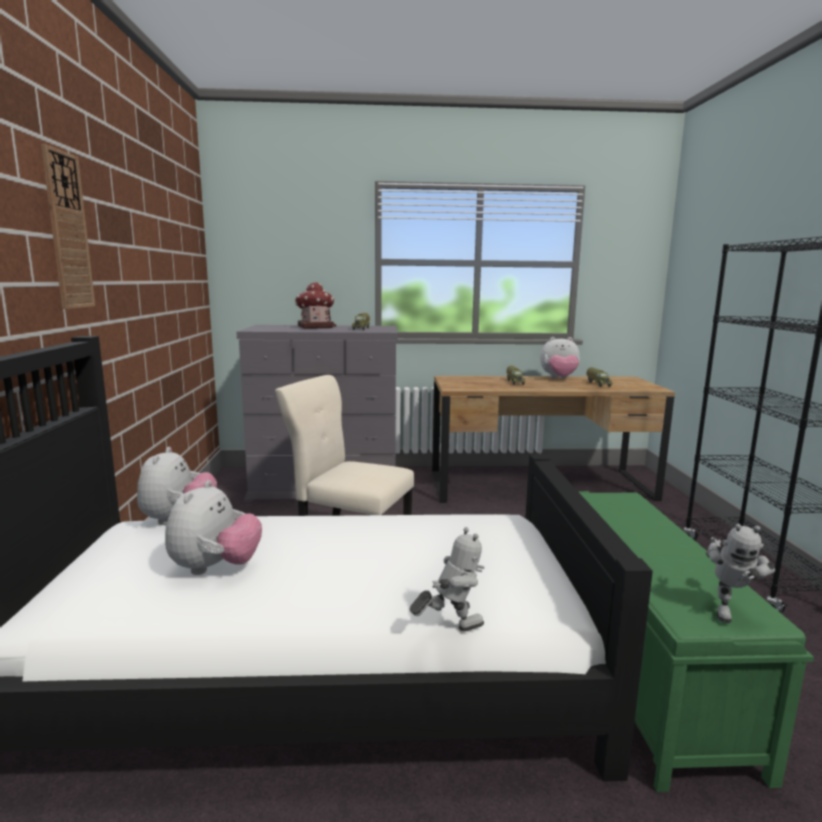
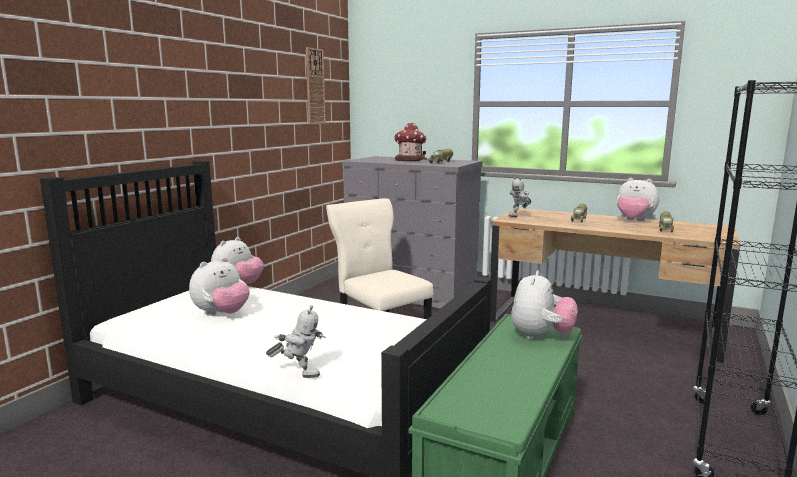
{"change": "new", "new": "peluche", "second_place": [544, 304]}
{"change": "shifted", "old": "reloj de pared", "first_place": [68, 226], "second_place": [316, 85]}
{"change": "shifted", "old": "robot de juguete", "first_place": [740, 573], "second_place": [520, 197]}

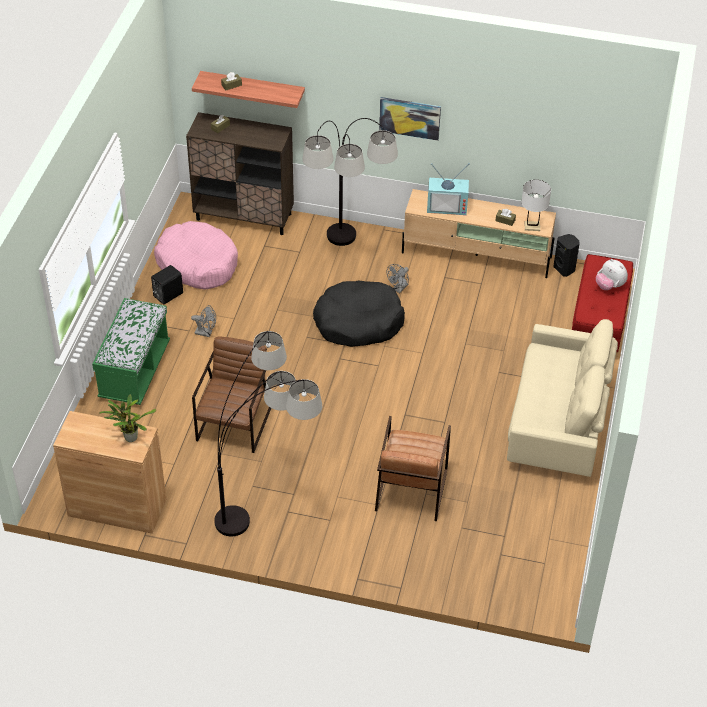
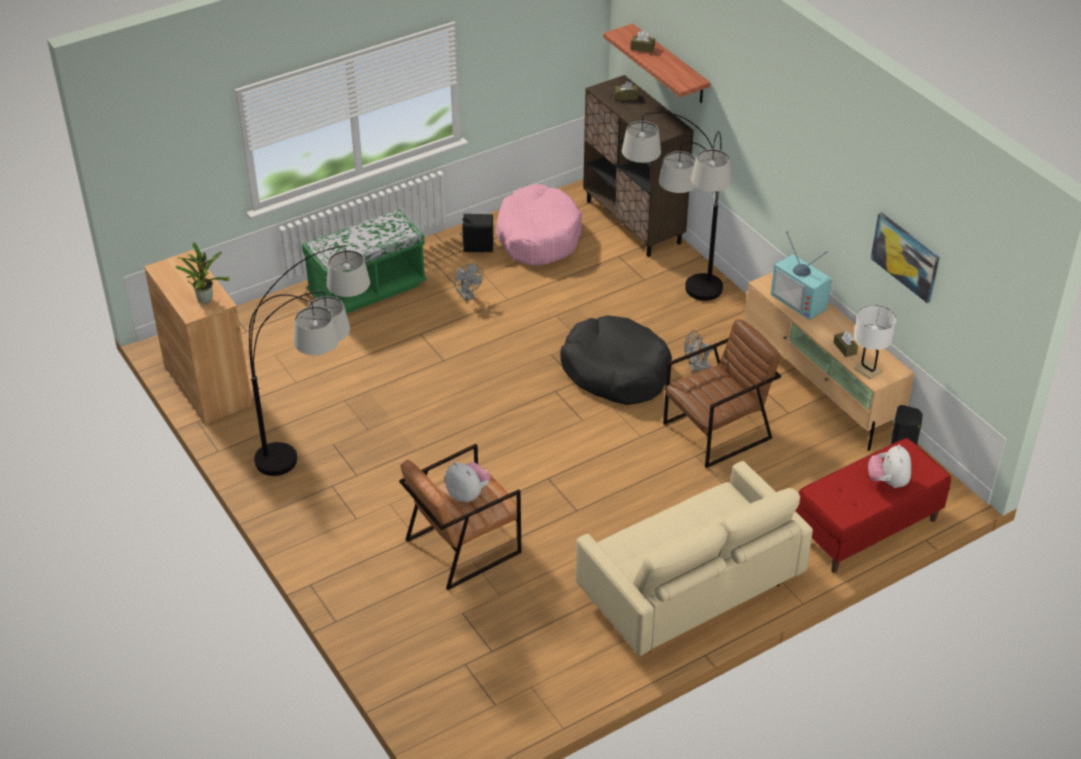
{"change": "new", "new": "peluche", "second_place": [468, 482]}
{"change": "shifted", "old": "sillón (marrón)", "first_place": [231, 395], "second_place": [722, 393]}
{"change": "shifted", "old": "cuadro", "first_place": [410, 119], "second_place": [905, 257]}

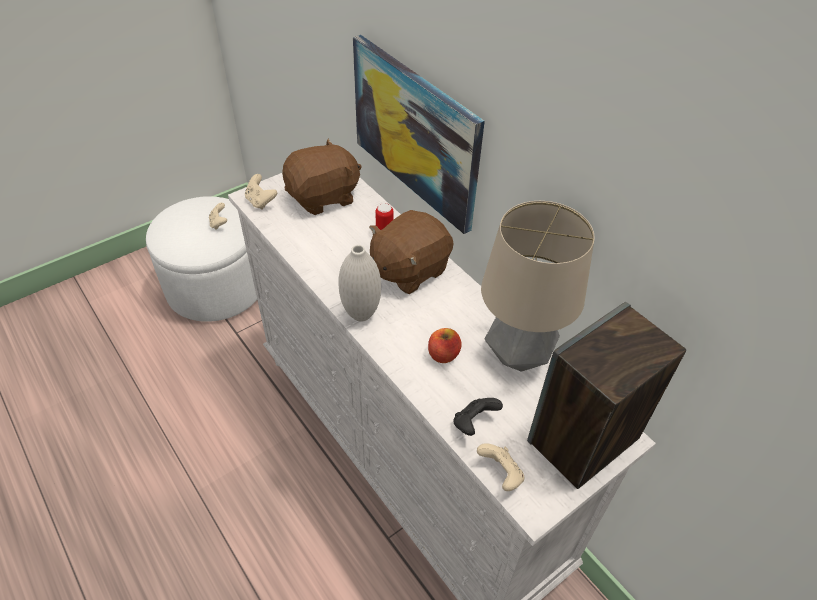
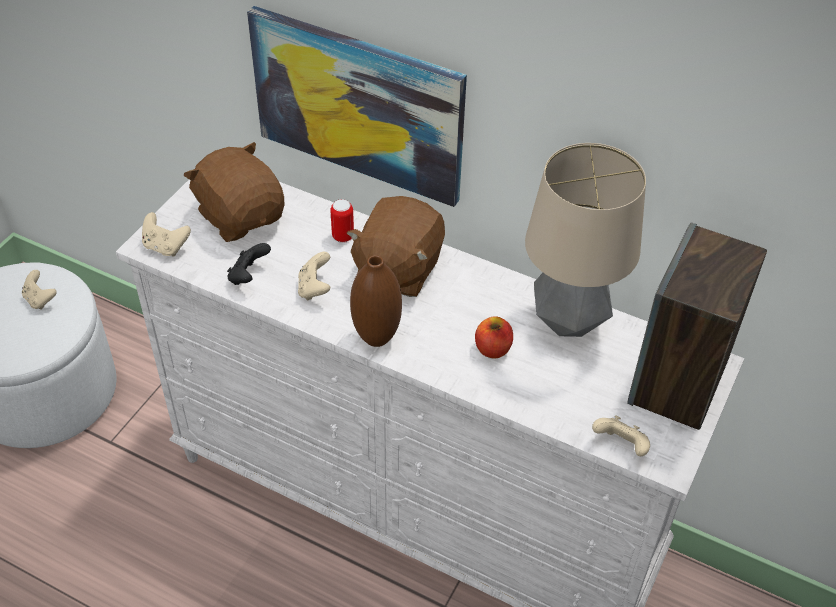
{"change": "new", "new": "mando de consola (beis)", "second_place": [314, 276]}
{"change": "shifted", "old": "mando de consola (negro)", "first_place": [478, 417], "second_place": [249, 264]}
{"change": "repainted", "old": "florero (blanco)", "new": "florero (marrón)", "first_place": [359, 283], "second_place": [376, 301]}
{"change": "rotated", "old": "peluche (marrón)", "first_place": [322, 176], "second_place": [233, 192], "degrees": -75}

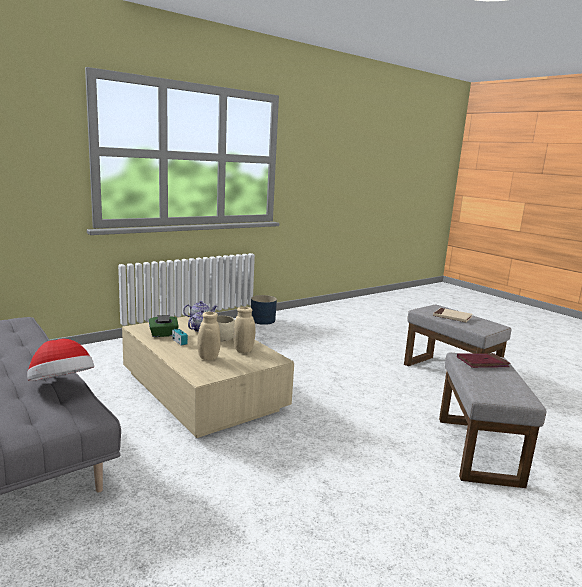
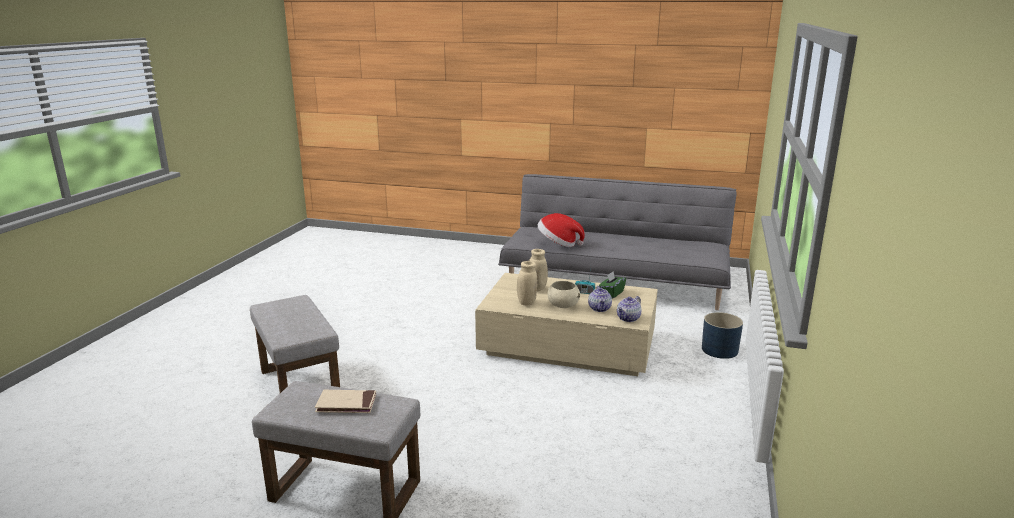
{"change": "gone", "old": "libro (rojo)", "first_place": [484, 360]}
{"change": "shifted", "old": "maceta (azul)", "first_place": [264, 310], "second_place": [722, 335]}

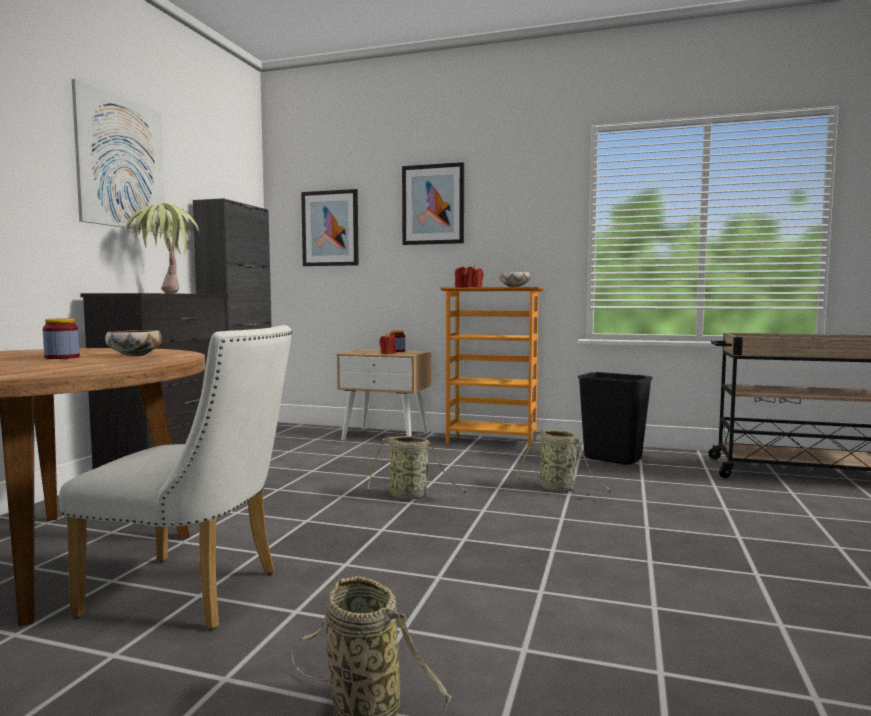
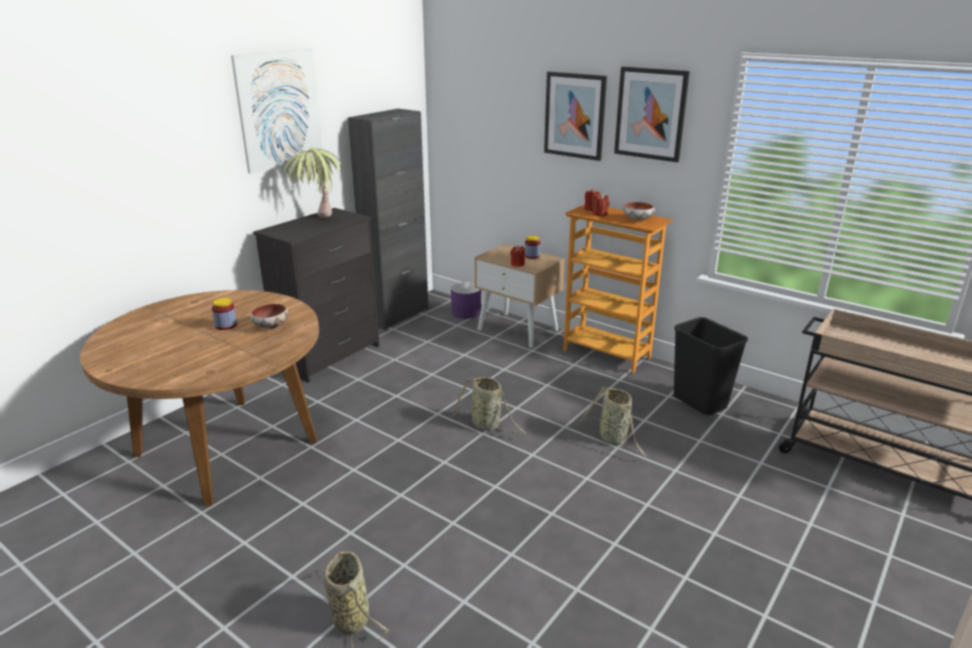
{"change": "gone", "old": "silla (blanco)", "first_place": [175, 477]}
{"change": "new", "new": "maceta (morado)", "second_place": [466, 300]}
{"change": "shifted", "old": "cuadro", "first_place": [330, 227], "second_place": [652, 115]}

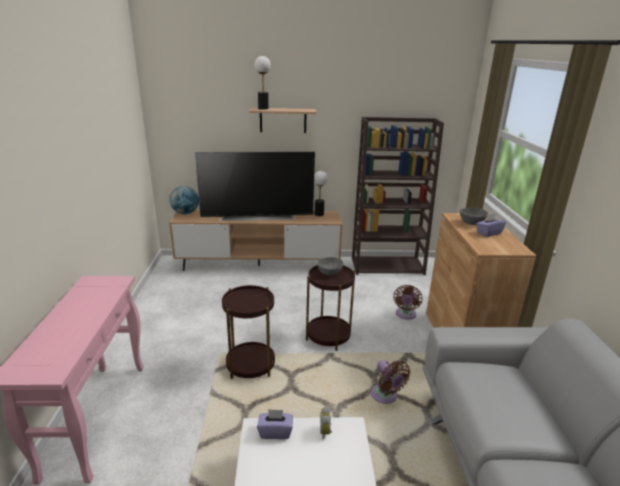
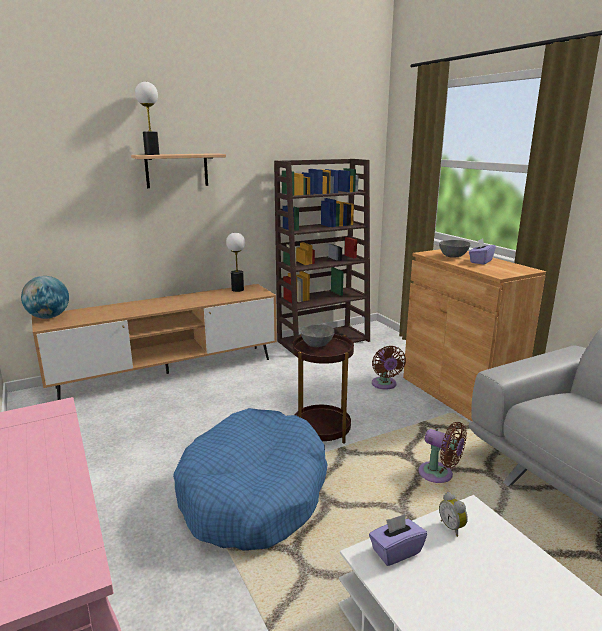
{"change": "gone", "old": "televisor", "first_place": [255, 186]}
{"change": "swapped", "old": "mesa auxiliar (marrón)", "new": "cama para perro (azul)", "first_place": [248, 332], "second_place": [250, 479]}

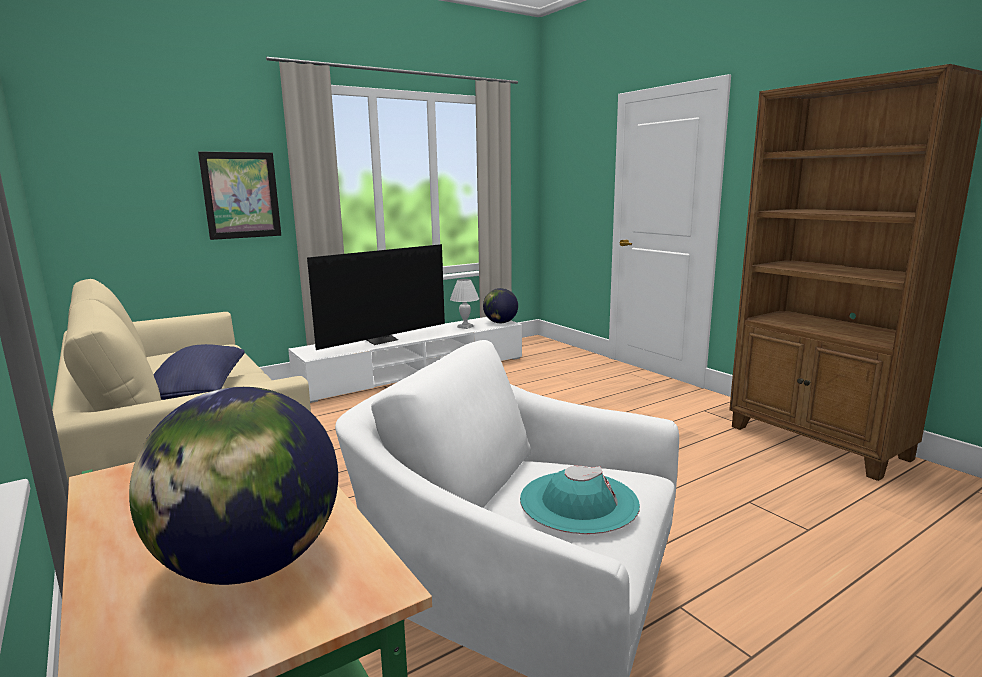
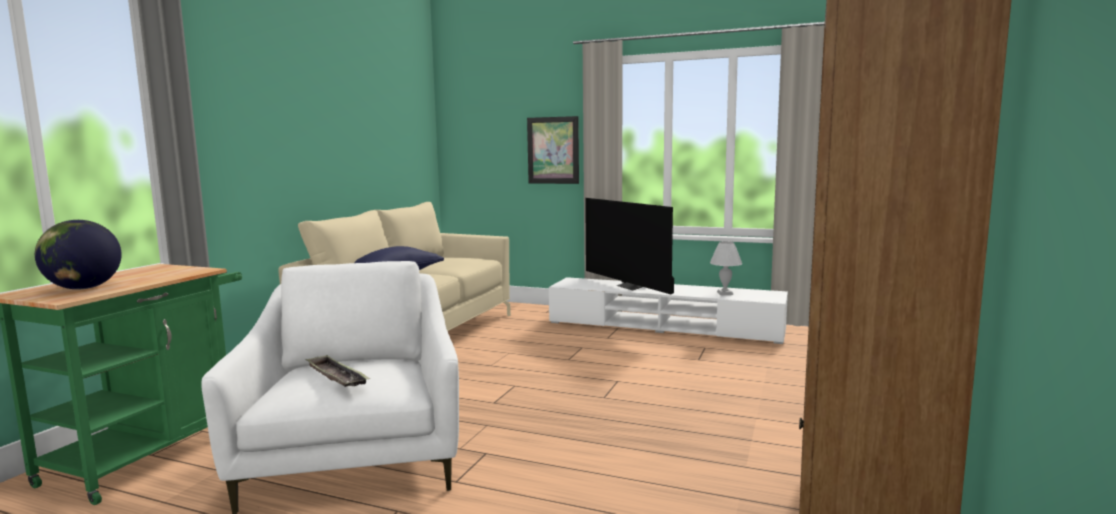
{"change": "gone", "old": "globo terráqueo", "first_place": [500, 305]}
{"change": "swapped", "old": "sombrero (turquesa)", "new": "bandeja", "first_place": [580, 500], "second_place": [337, 371]}
{"change": "rotated", "old": "televisor", "first_place": [376, 297], "second_place": [629, 246], "degrees": 45}

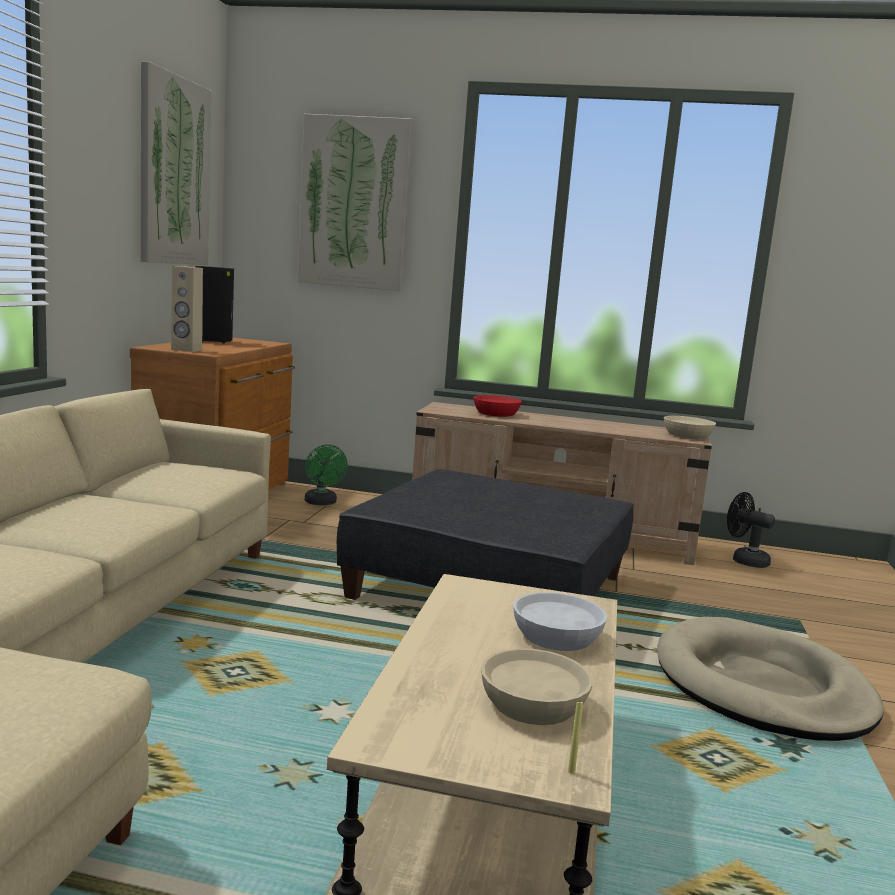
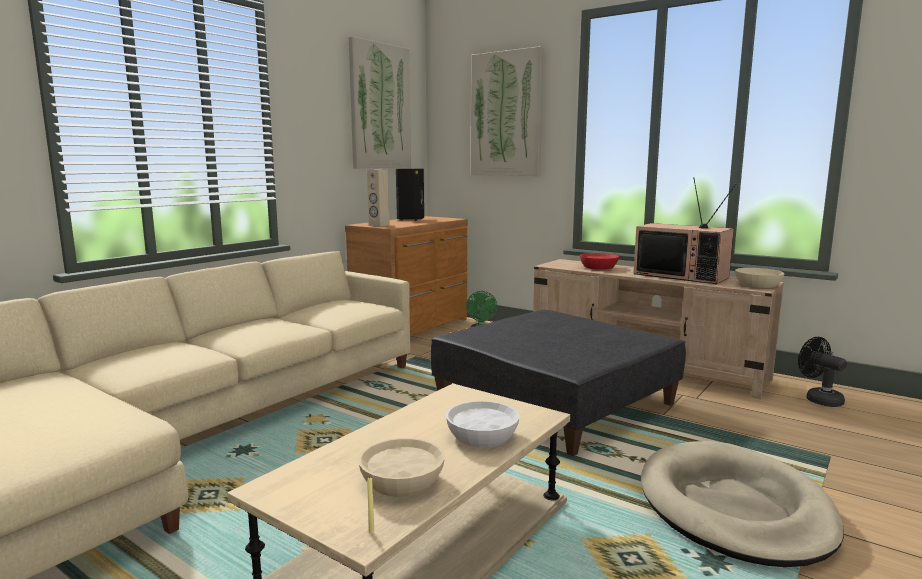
{"change": "new", "new": "televisor", "second_place": [684, 230]}

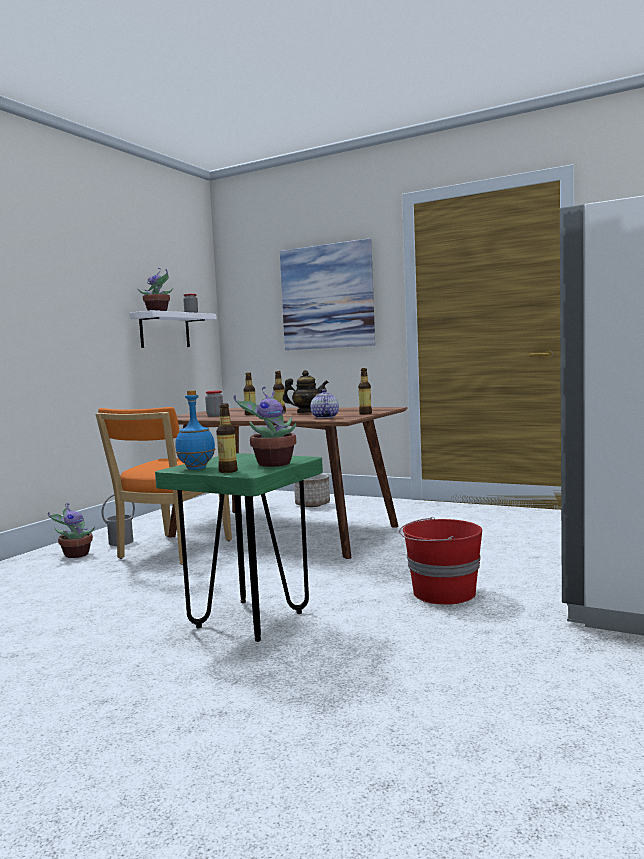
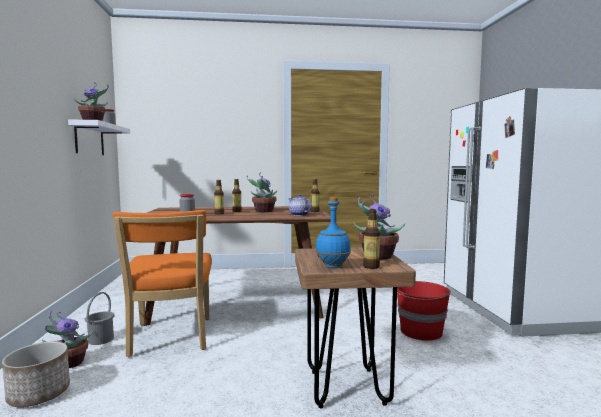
{"change": "gone", "old": "cuadro", "first_place": [327, 294]}
{"change": "shifted", "old": "maceta", "first_place": [312, 490], "second_place": [36, 374]}
{"change": "swapped", "old": "tetera", "new": "planta en maceta", "first_place": [305, 391], "second_place": [262, 192]}
{"change": "repainted", "old": "taburete (verde)", "new": "taburete (marrón)", "first_place": [239, 547], "second_place": [355, 328]}

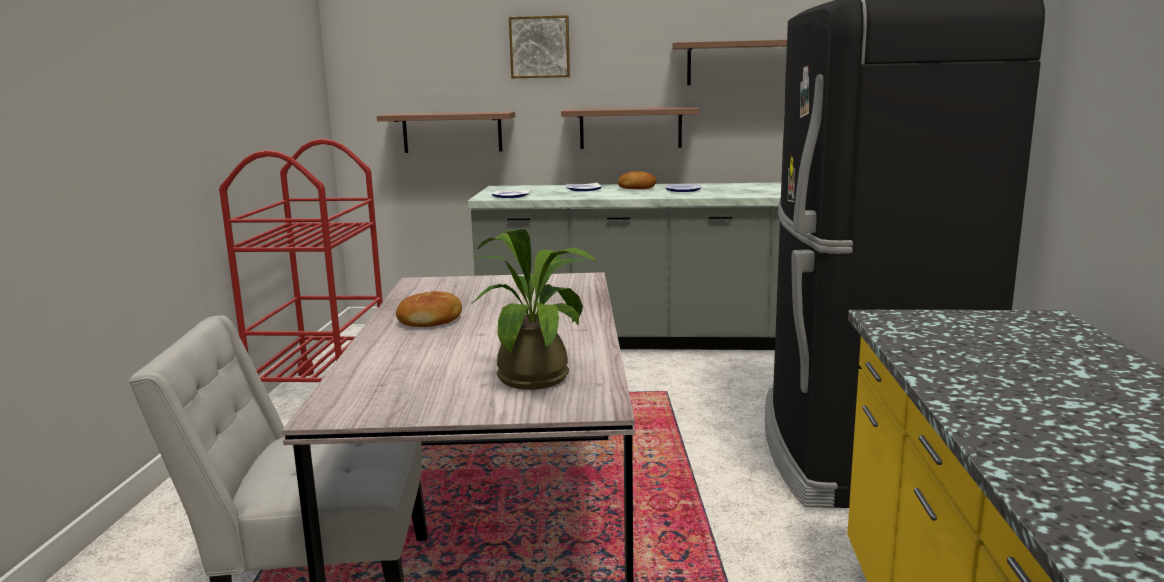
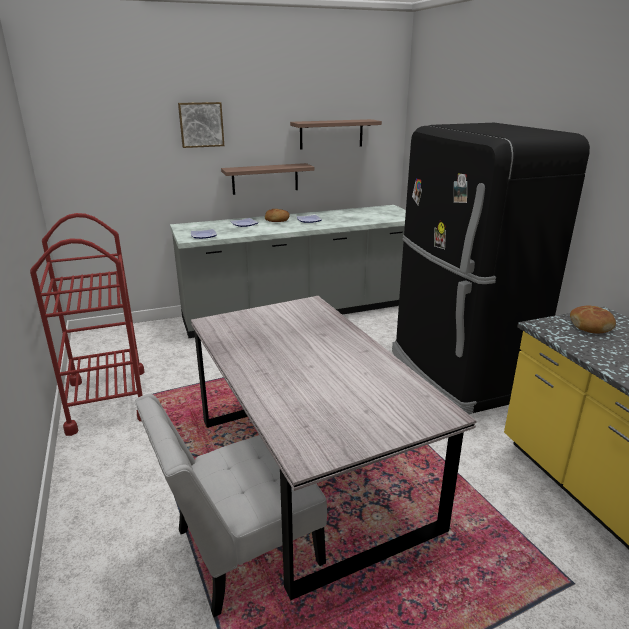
{"change": "gone", "old": "estante", "first_place": [446, 132]}
{"change": "gone", "old": "planta en maceta", "first_place": [533, 309]}
{"change": "shifted", "old": "pan", "first_place": [429, 309], "second_place": [593, 319]}

